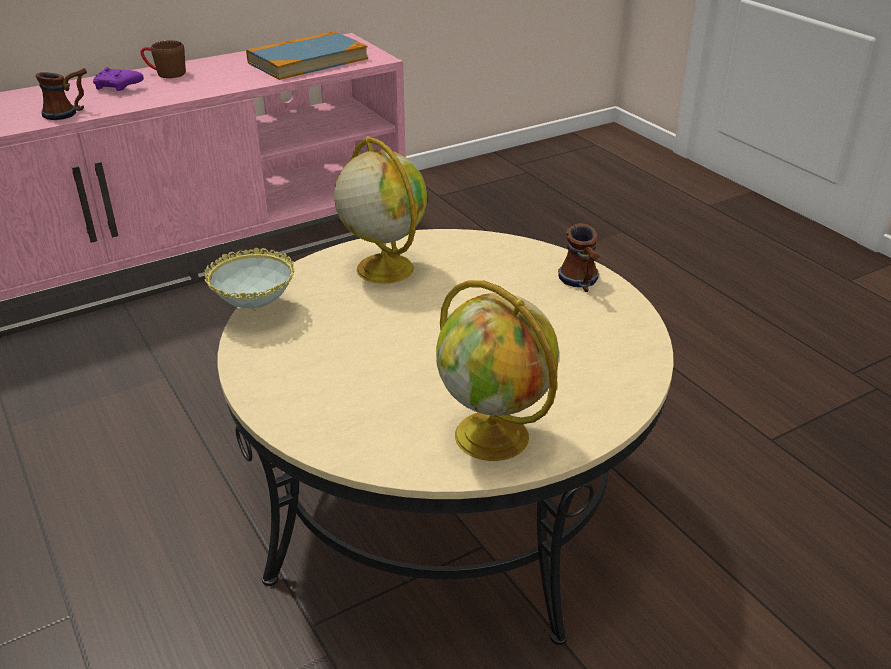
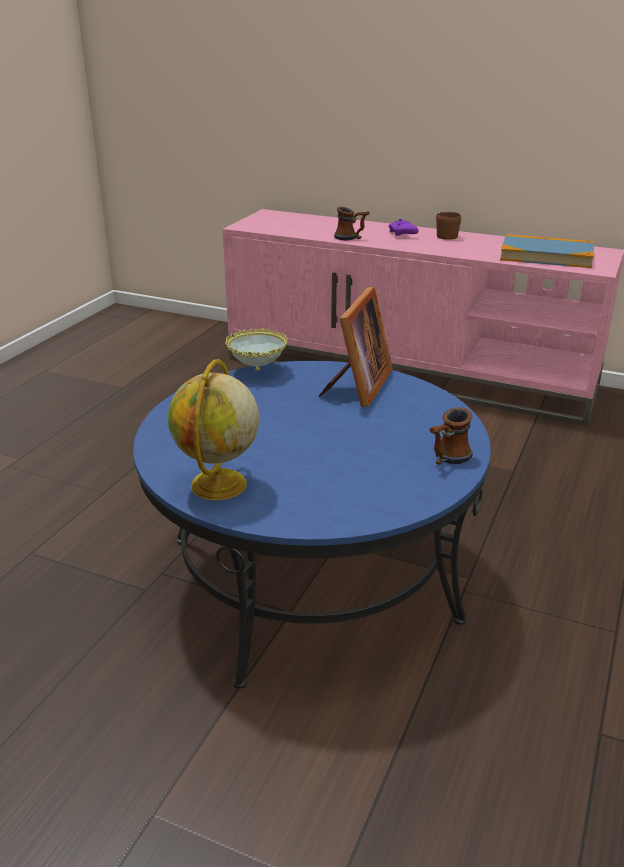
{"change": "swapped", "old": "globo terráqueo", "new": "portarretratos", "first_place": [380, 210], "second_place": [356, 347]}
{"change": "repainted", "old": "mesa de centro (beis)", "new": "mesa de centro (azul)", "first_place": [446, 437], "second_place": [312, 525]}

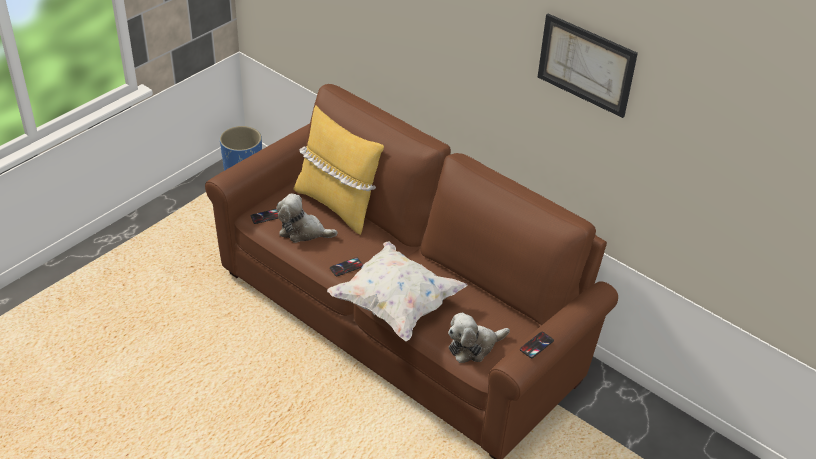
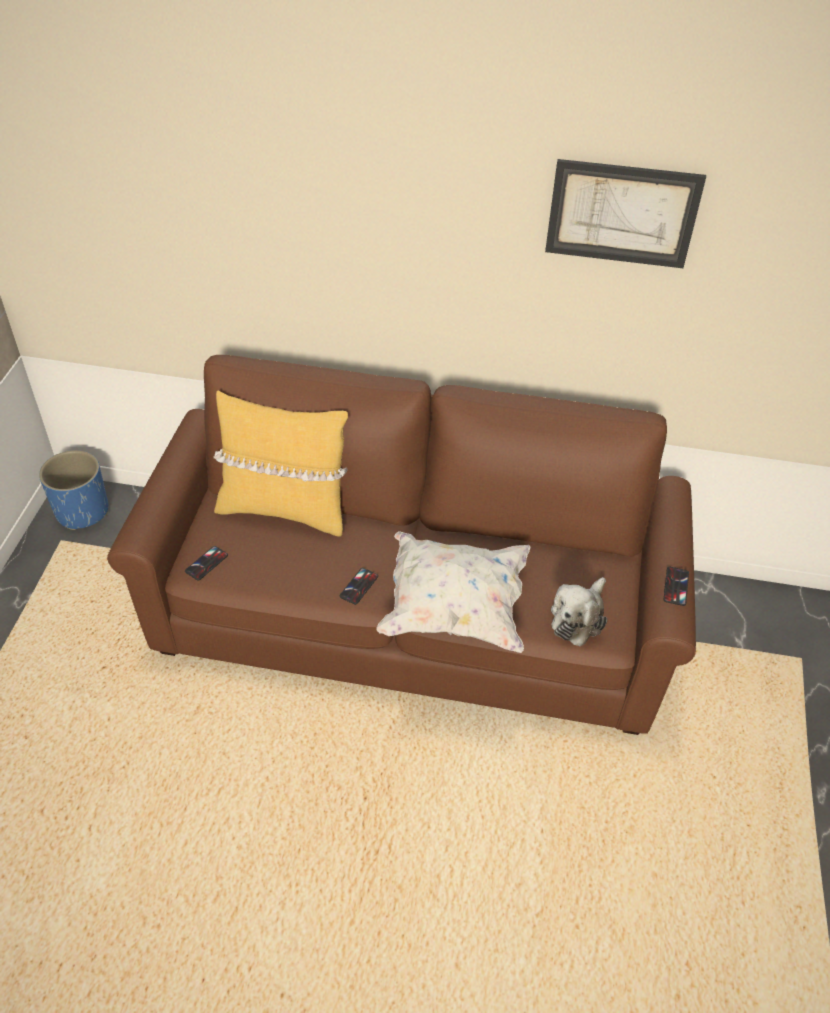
{"change": "gone", "old": "peluche", "first_place": [307, 218]}

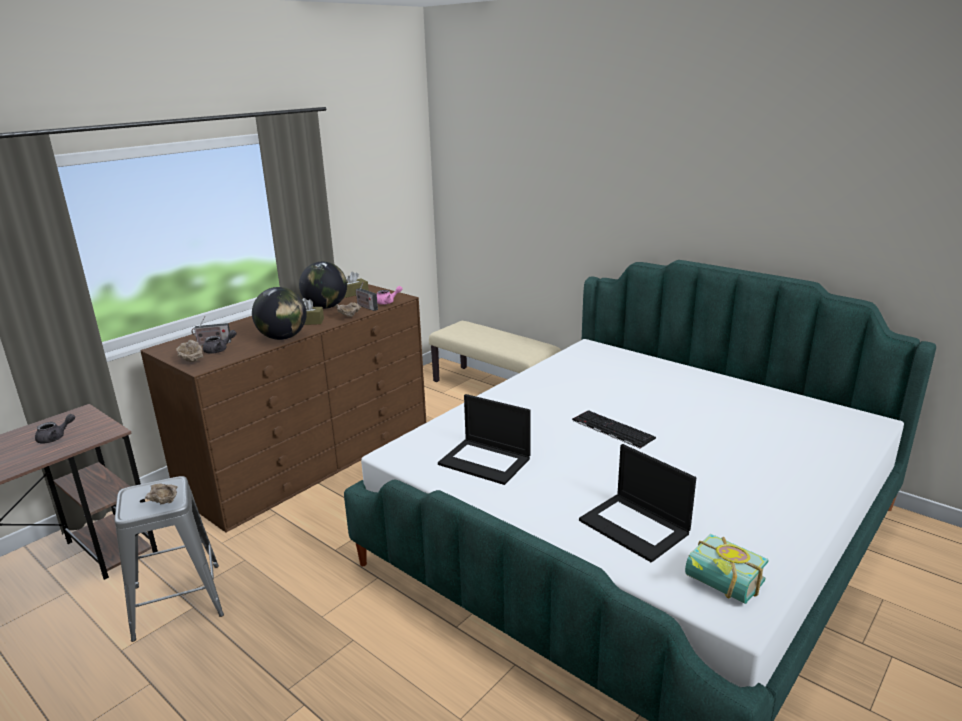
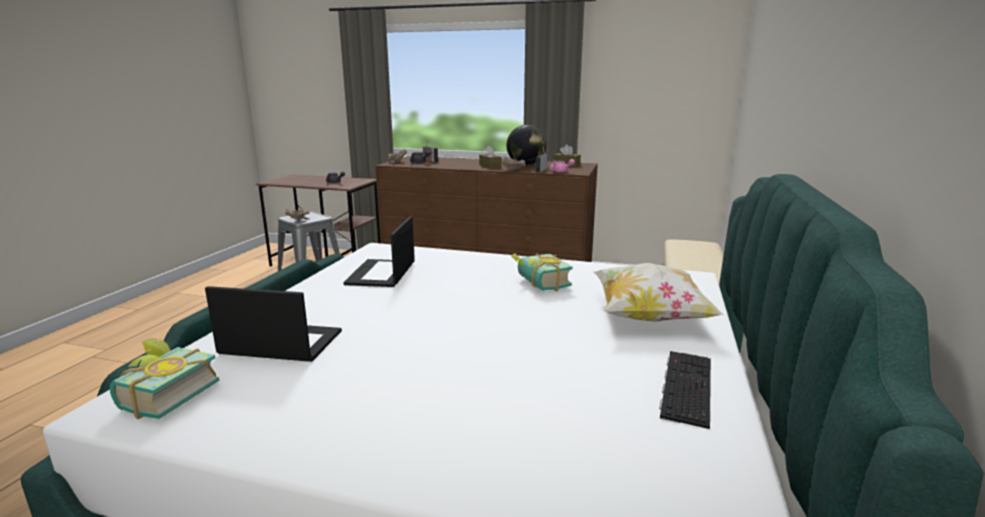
{"change": "gone", "old": "globo terráqueo", "first_place": [279, 313]}
{"change": "new", "new": "libro", "second_place": [542, 272]}
{"change": "new", "new": "cojín", "second_place": [659, 292]}
{"change": "shifted", "old": "teclado", "first_place": [614, 430], "second_place": [685, 390]}
{"change": "rotated", "old": "portátil", "first_place": [637, 503], "second_place": [273, 324], "degrees": 75}

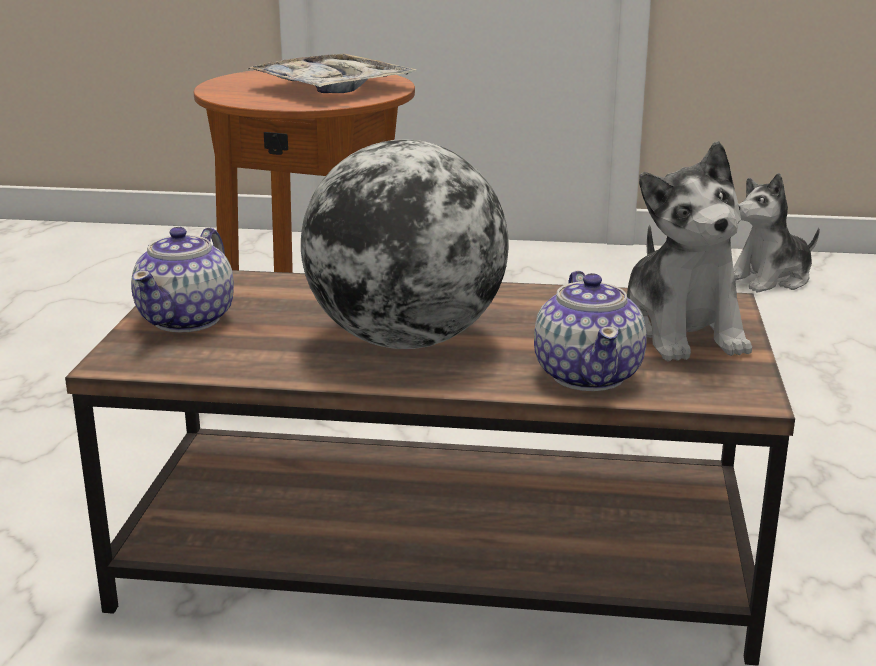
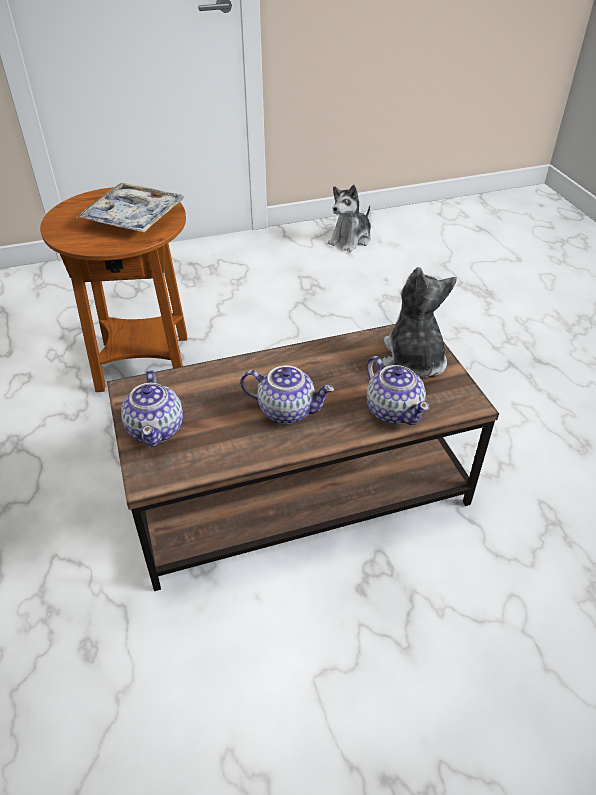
{"change": "swapped", "old": "globo terráqueo", "new": "tetera", "first_place": [405, 244], "second_place": [287, 395]}
{"change": "rotated", "old": "peluche", "first_place": [689, 251], "second_place": [419, 322], "degrees": -150}

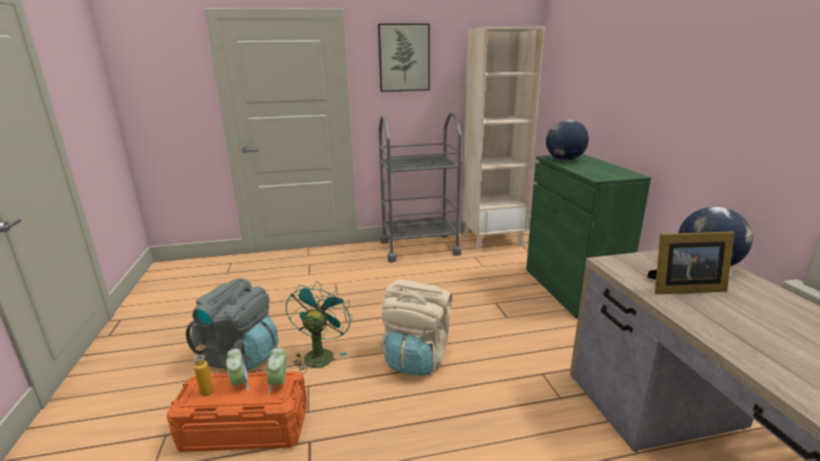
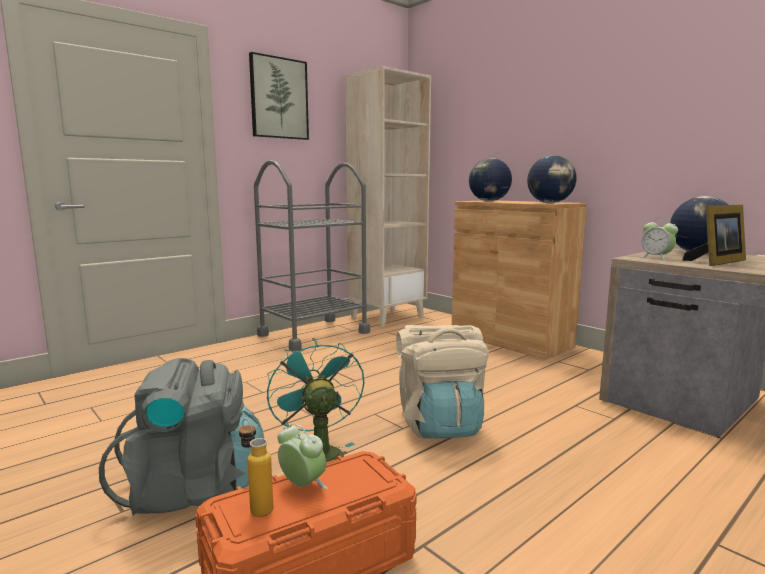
{"change": "new", "new": "globo terráqueo", "second_place": [552, 179]}
{"change": "shifted", "old": "despertador", "first_place": [276, 370], "second_place": [660, 239]}
{"change": "repainted", "old": "armario (verde)", "new": "armario (marrón)", "first_place": [588, 236], "second_place": [519, 280]}

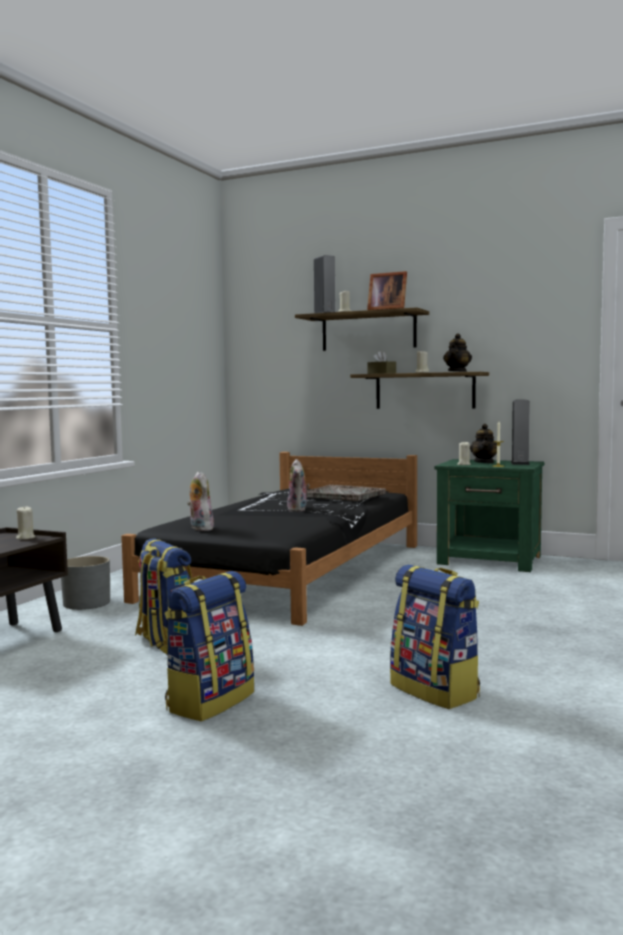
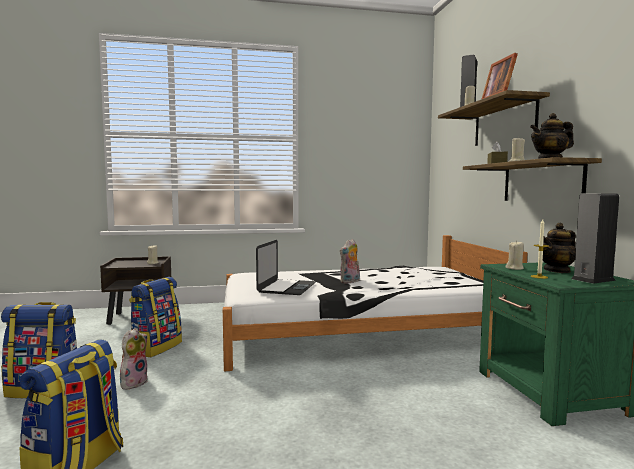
{"change": "gone", "old": "maceta (gris)", "first_place": [85, 583]}
{"change": "gone", "old": "bandeja (gris)", "first_place": [346, 493]}
{"change": "new", "new": "portátil", "second_place": [286, 267]}
{"change": "shifted", "old": "peluche", "first_place": [200, 501], "second_place": [134, 359]}
{"change": "repainted", "old": "cama (negro)", "new": "cama (blanco)", "first_place": [269, 539], "second_place": [375, 303]}

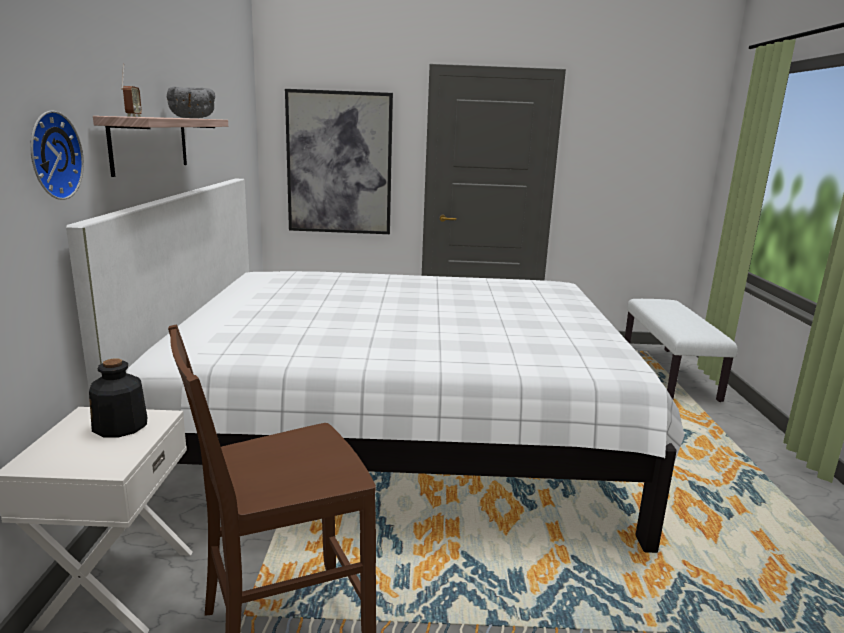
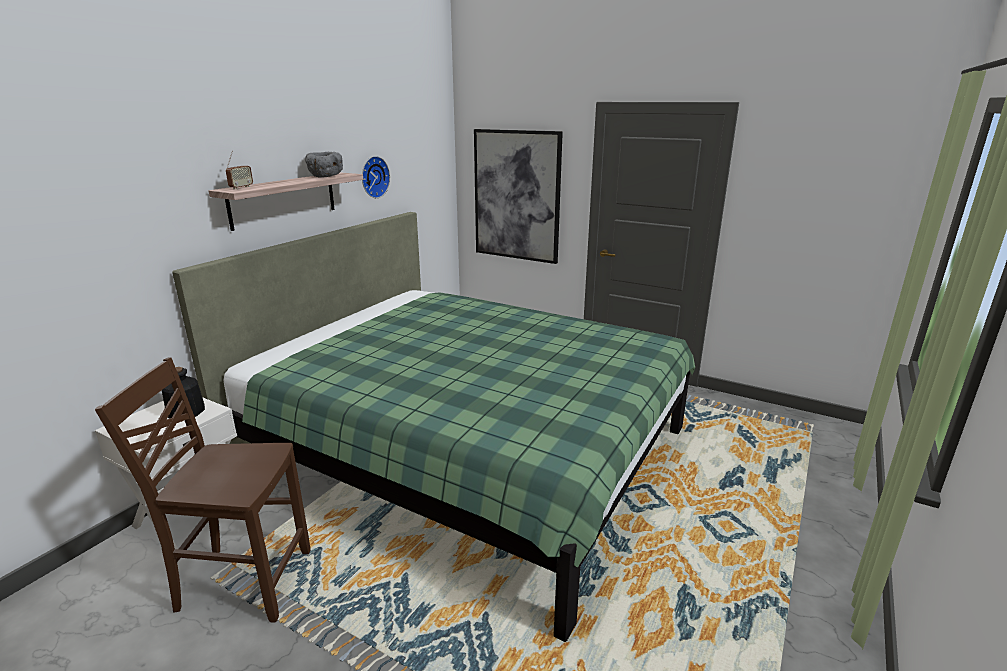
{"change": "gone", "old": "banco (blanco)", "first_place": [681, 350]}
{"change": "shifted", "old": "reloj de pared", "first_place": [57, 155], "second_place": [376, 177]}
{"change": "repainted", "old": "cama (blanco)", "new": "cama (verde)", "first_place": [375, 366], "second_place": [433, 427]}

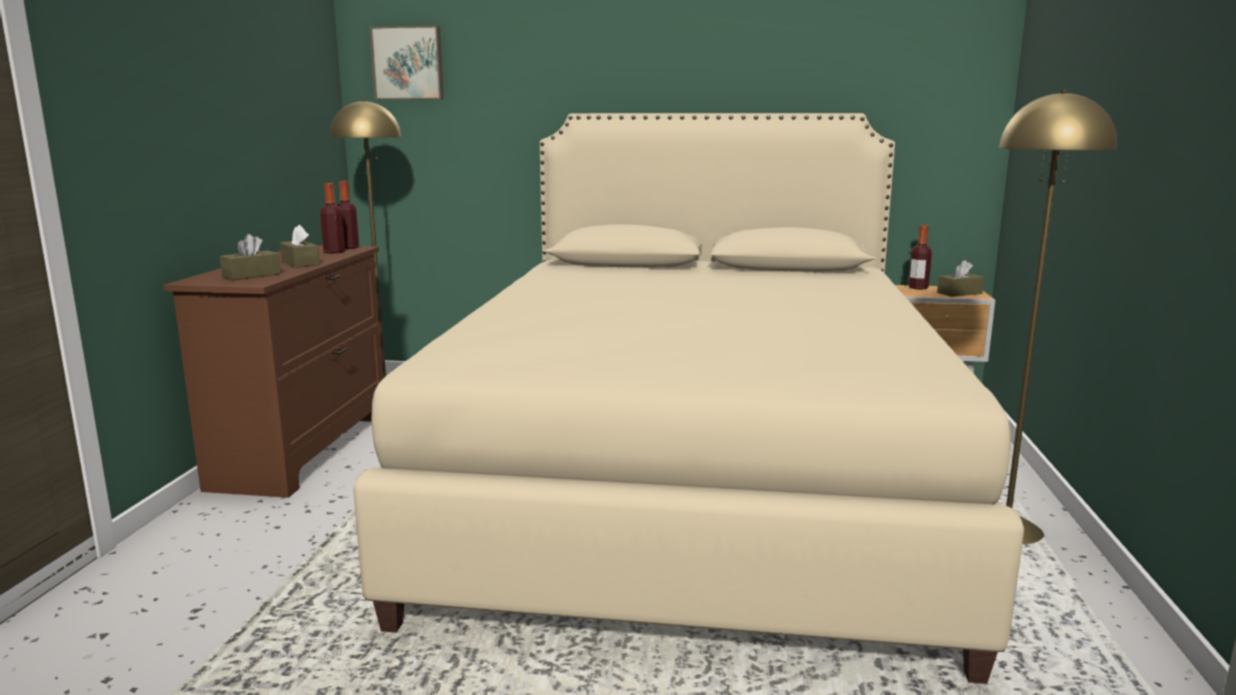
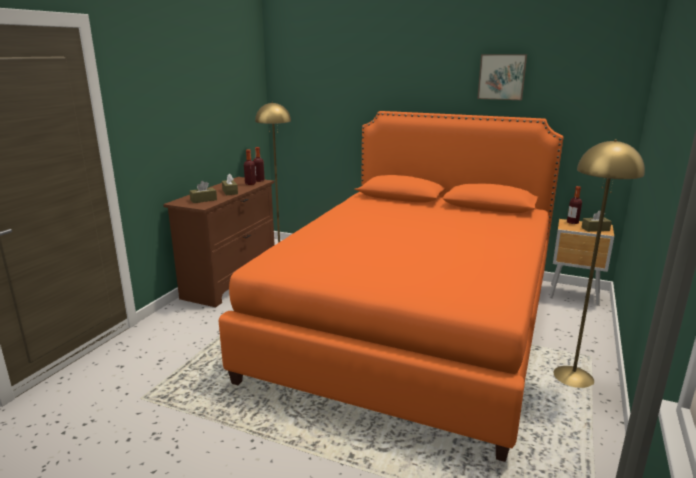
{"change": "shifted", "old": "cuadro", "first_place": [406, 63], "second_place": [502, 77]}
{"change": "repainted", "old": "cama (beis)", "new": "cama (naranja)", "first_place": [688, 398], "second_place": [391, 286]}

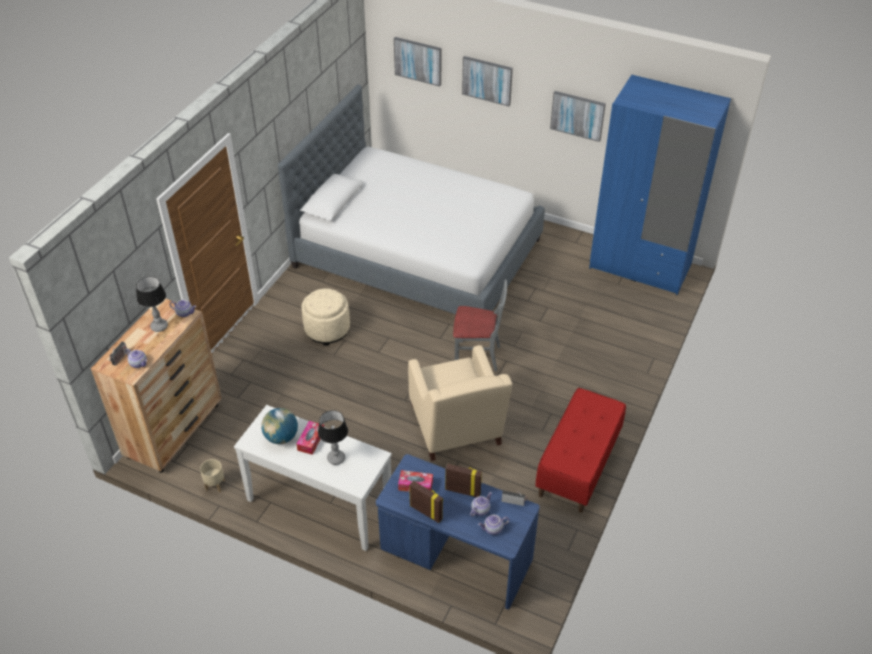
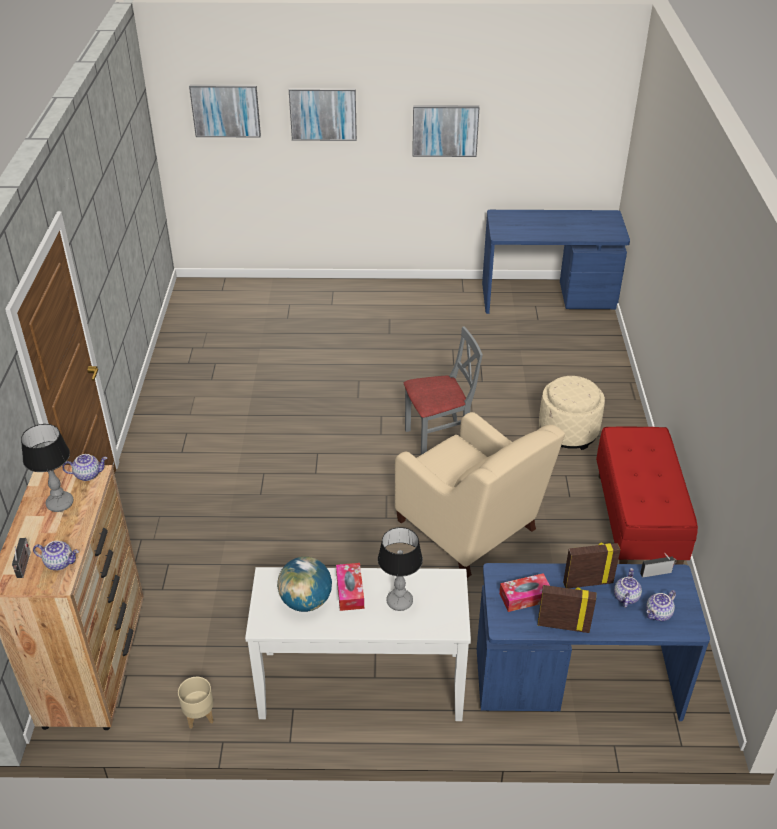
{"change": "gone", "old": "cama", "first_place": [411, 199]}
{"change": "shifted", "old": "puf (beis)", "first_place": [325, 317], "second_place": [572, 413]}
{"change": "swapped", "old": "armario ropero (azul)", "new": "escritorio (azul)", "first_place": [660, 185], "second_place": [556, 262]}

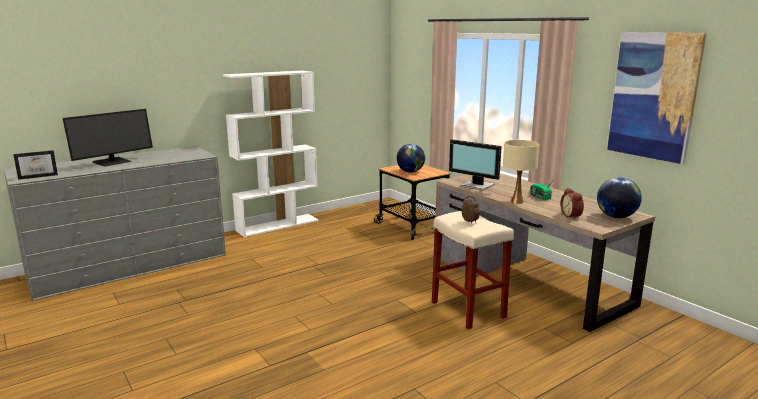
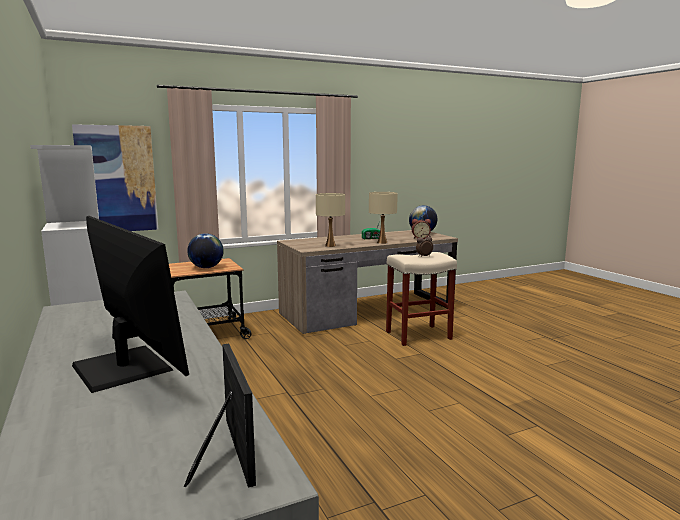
{"change": "shifted", "old": "cuadro", "first_place": [657, 98], "second_place": [115, 177]}
{"change": "swapped", "old": "monitor", "new": "lámpara de mesa (beis)", "first_place": [475, 165], "second_place": [330, 220]}

